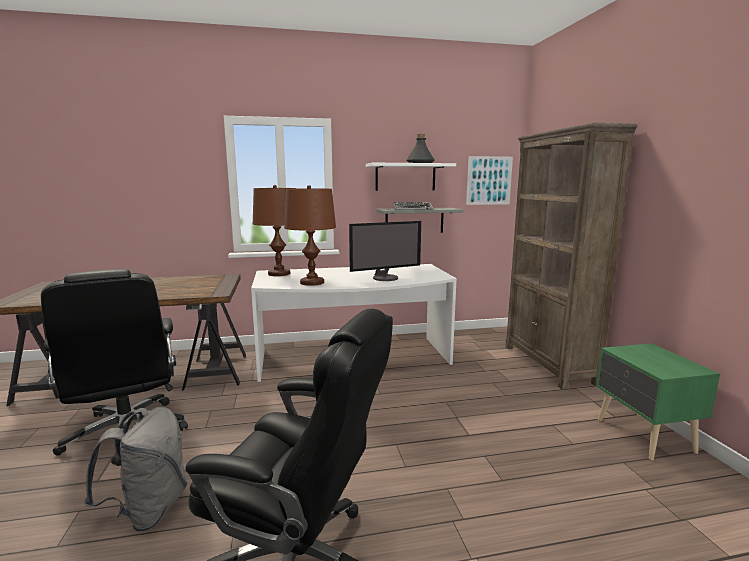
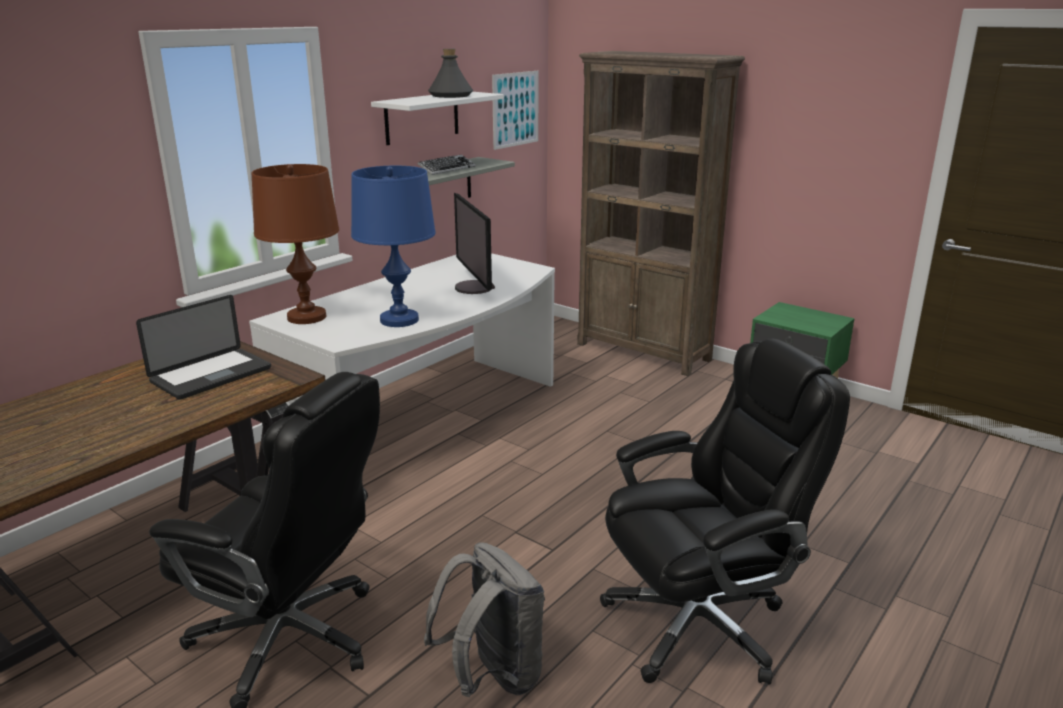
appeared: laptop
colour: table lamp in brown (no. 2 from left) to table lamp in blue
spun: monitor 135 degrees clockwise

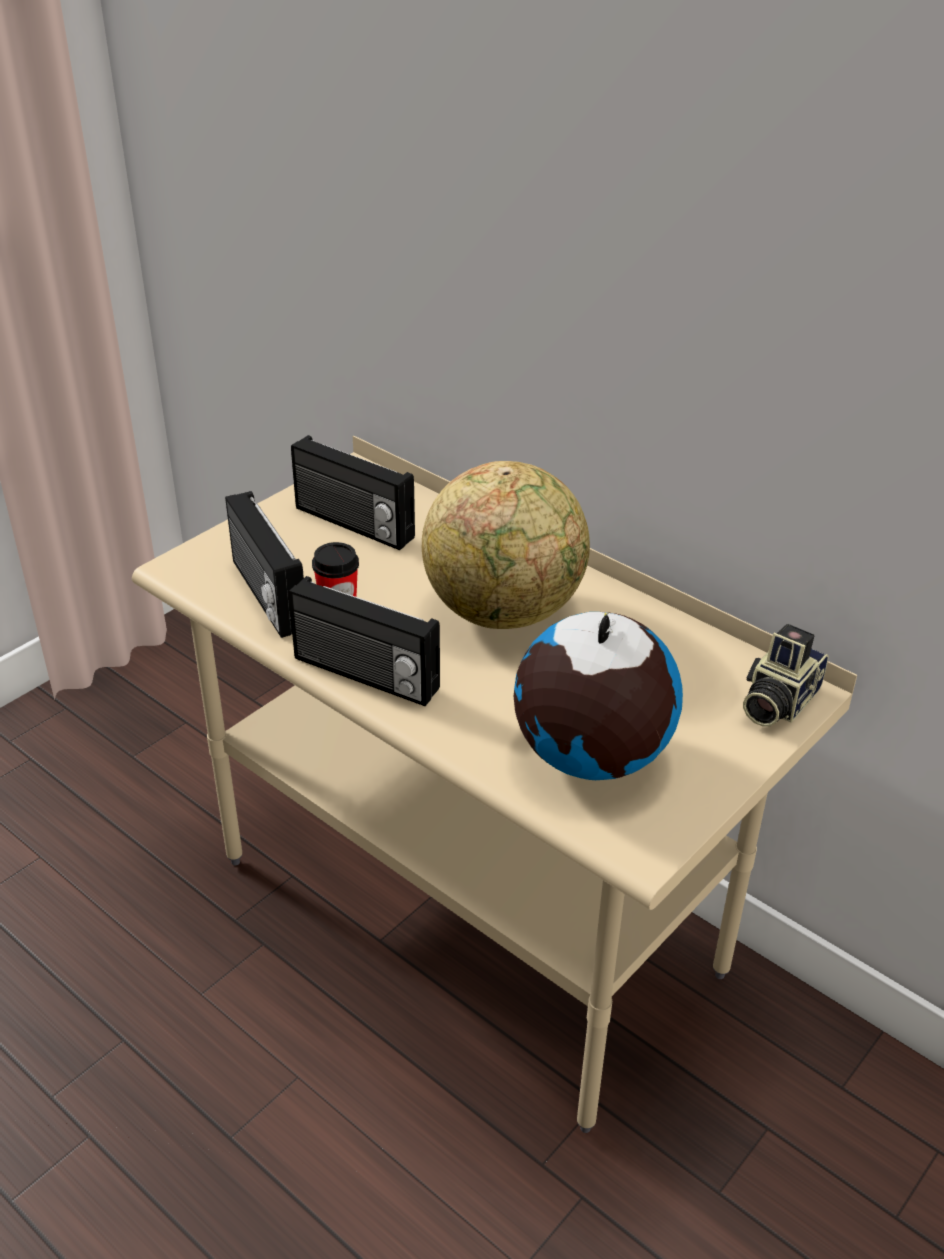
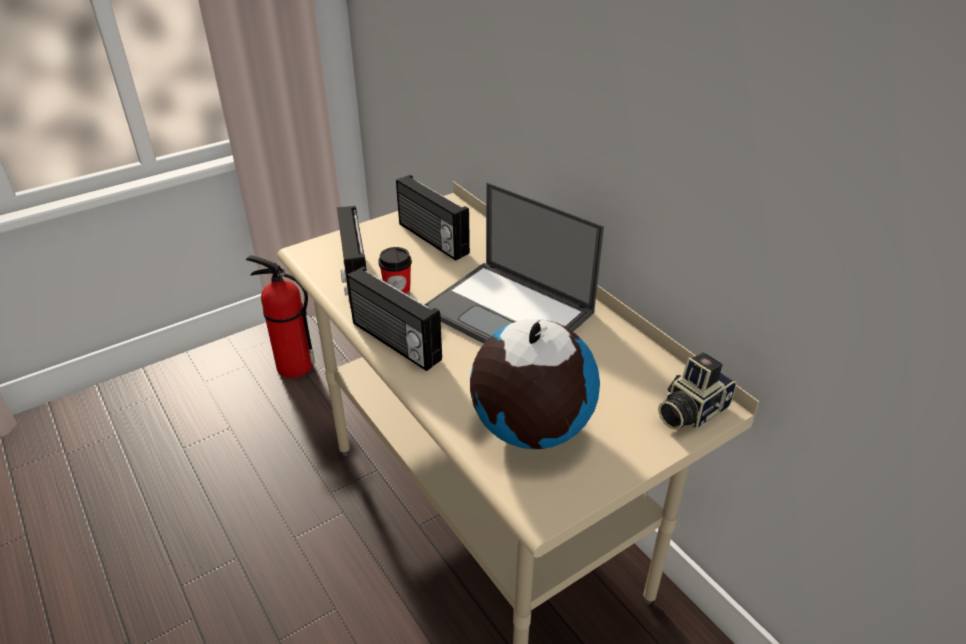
appeared: fire extinguisher
exchanged: globe (no. 1 from left) to laptop

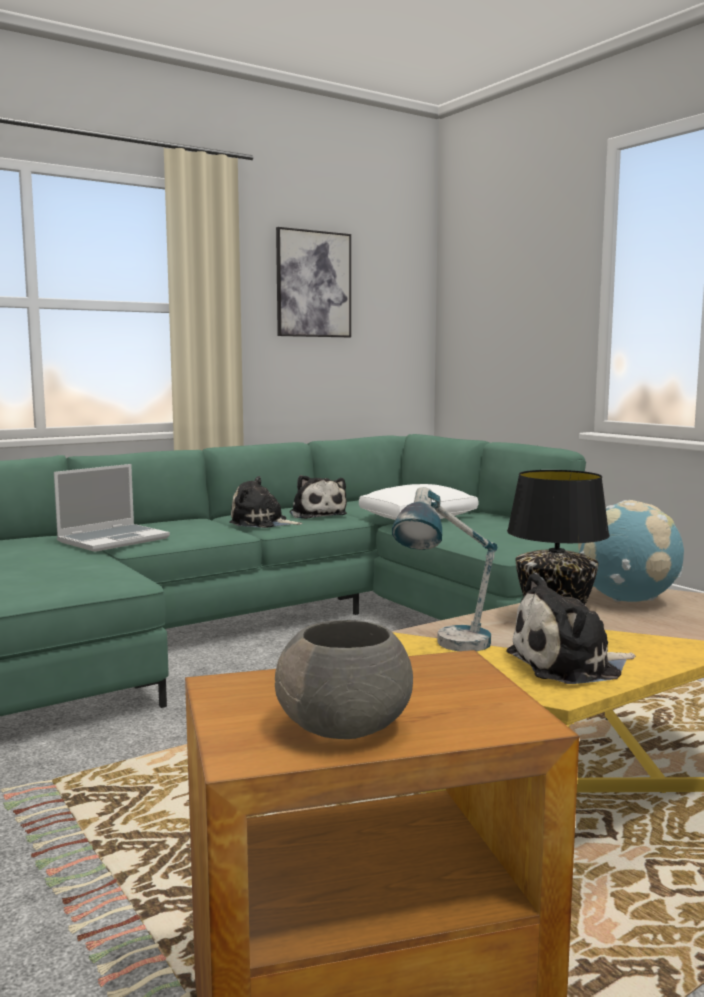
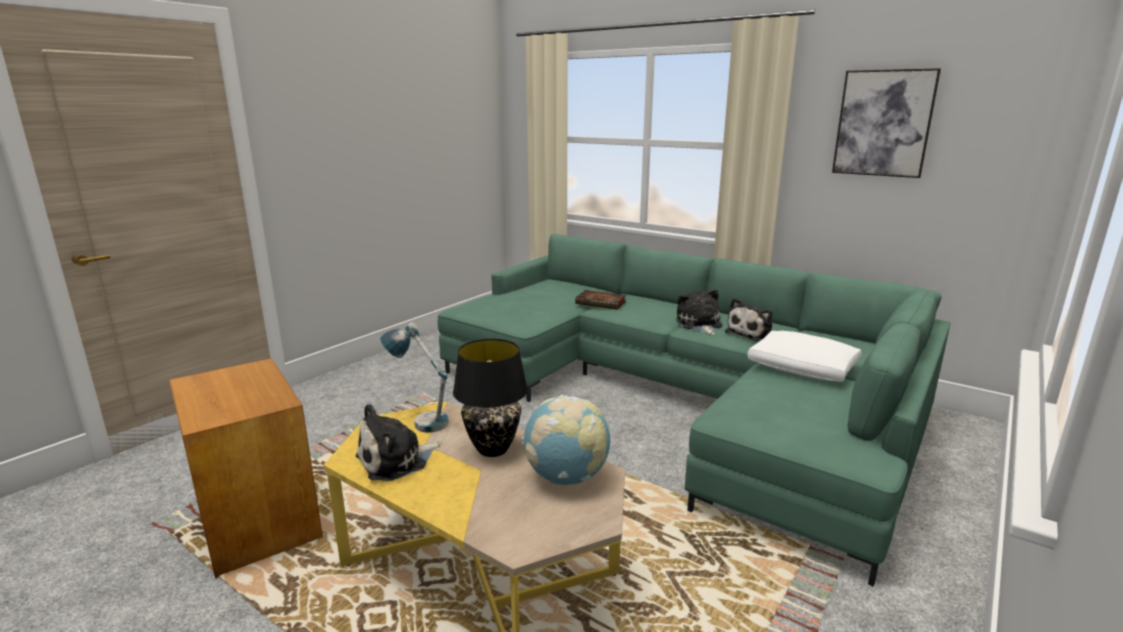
missing: bowl in grey
exchanged: laptop to book
spun: plush toy (no. 3 from left in the first image) 90 degrees counterclockwise

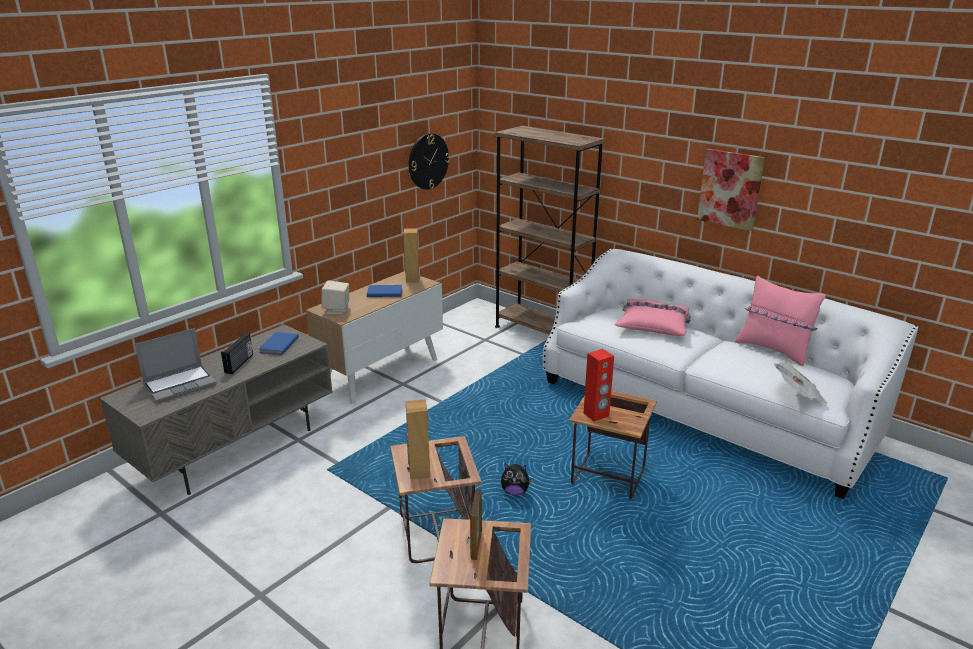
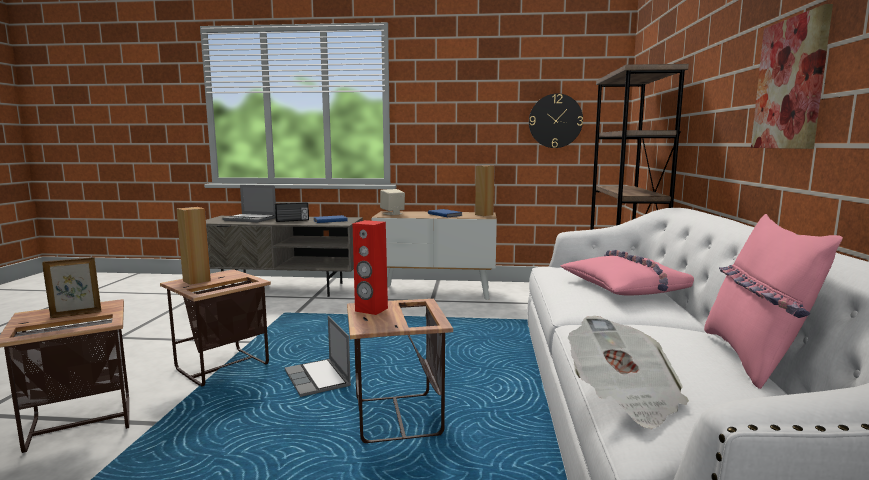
exchanged: plush toy to laptop (no. 2 from left)

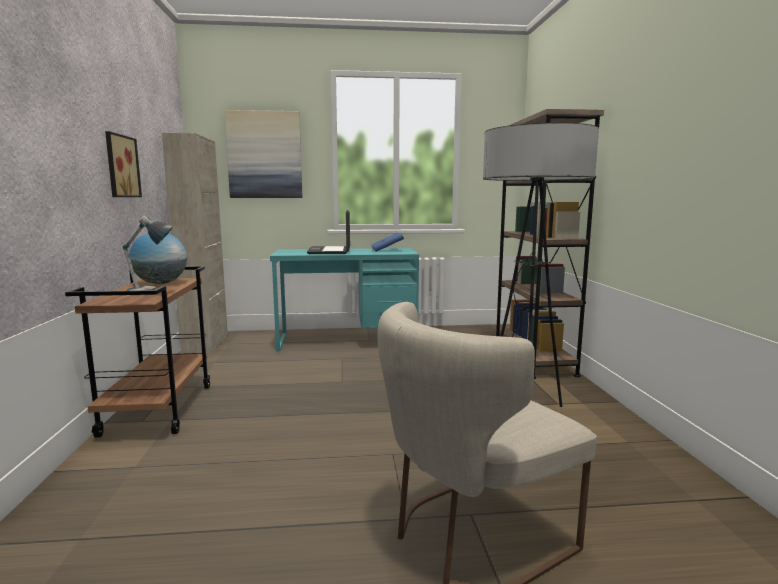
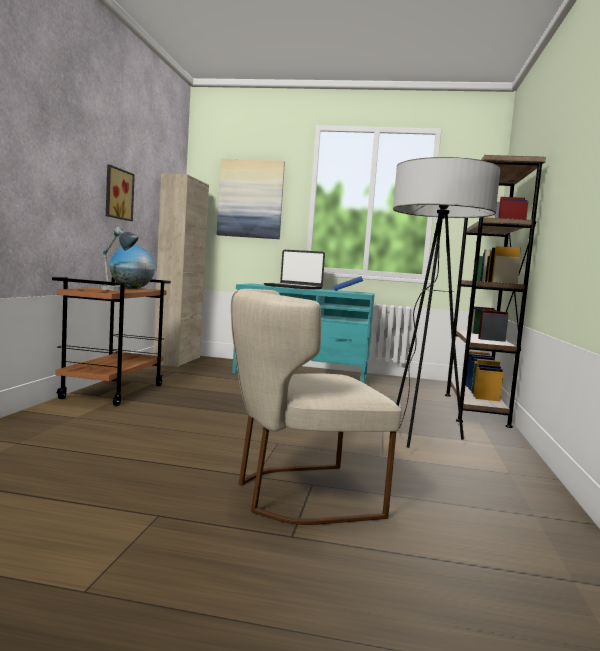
spun: laptop 75 degrees counterclockwise

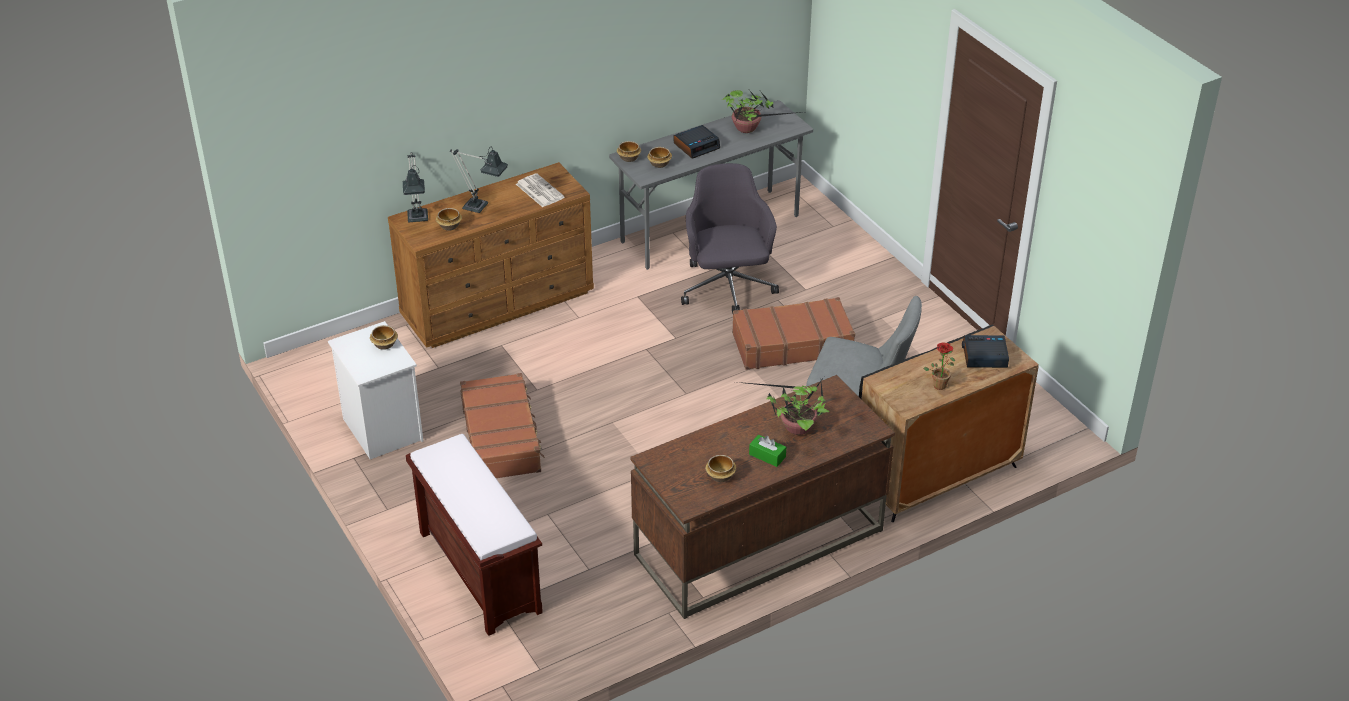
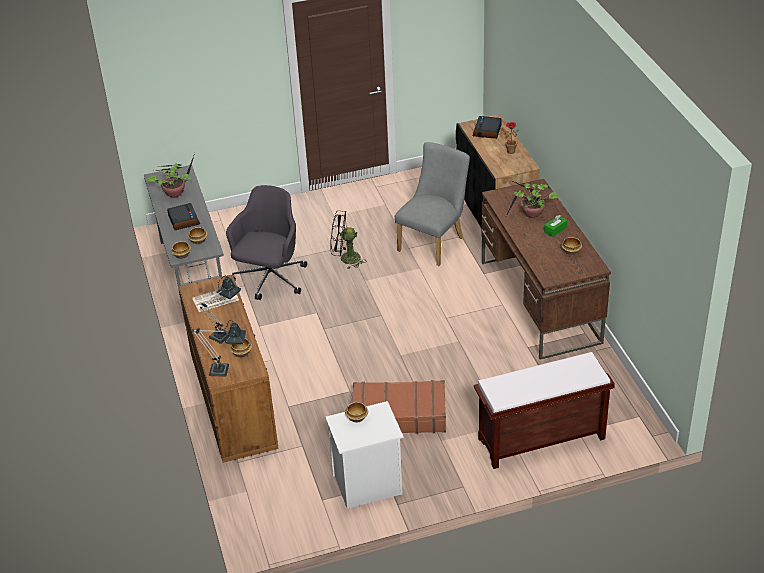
exchanged: suitcase in brown (no. 2 from left) to fan in black
spun: office chair in grey 105 degrees clockwise

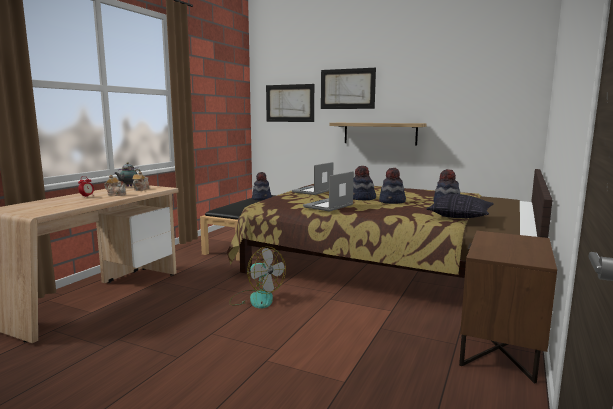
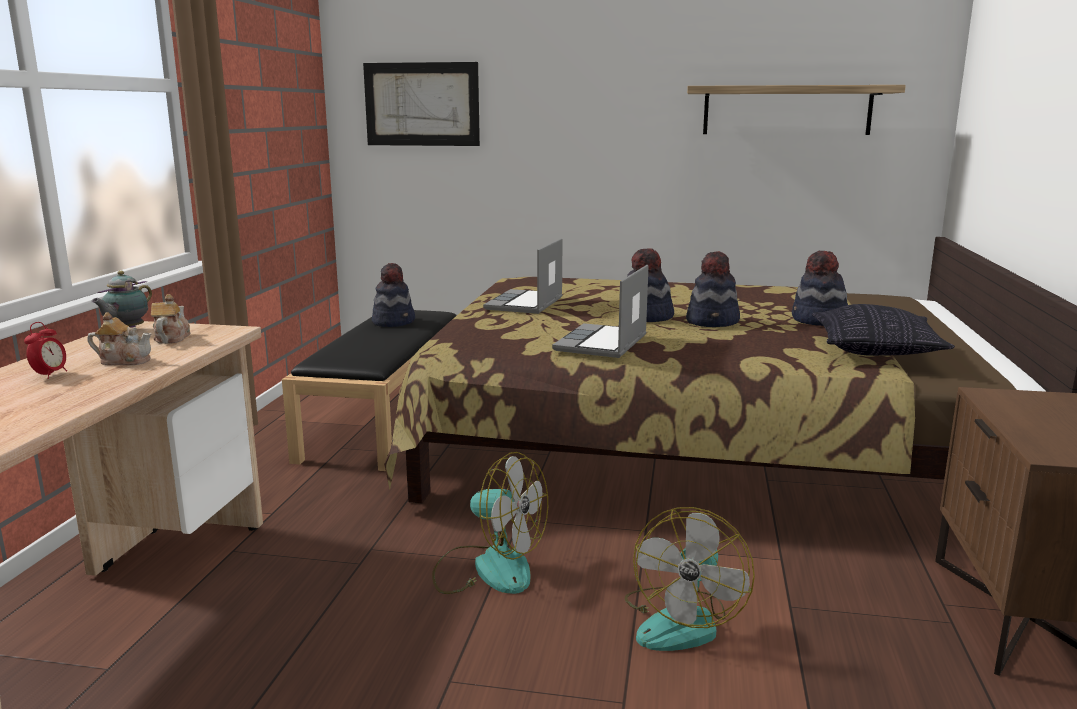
missing: picture (no. 2 from left)
appeared: fan (no. 2 from left)
relocated: shelf

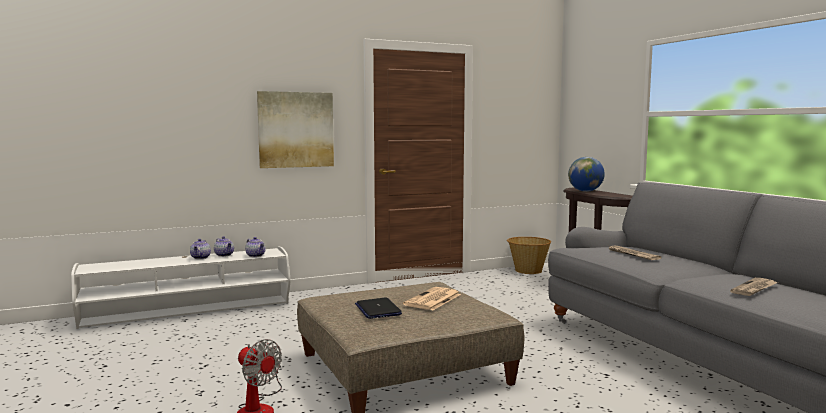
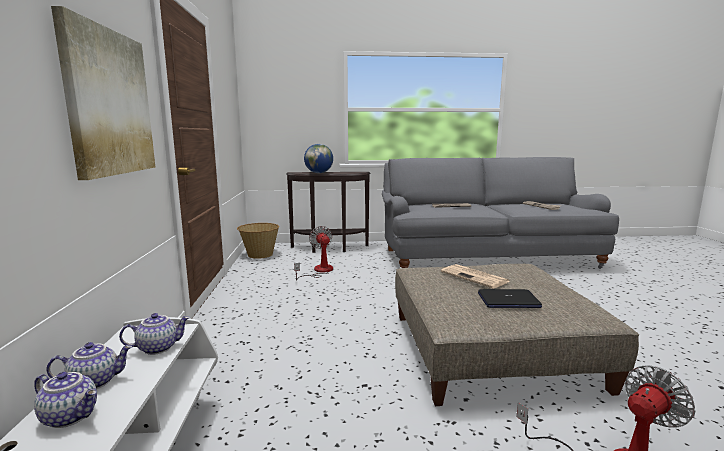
appeared: fan (no. 1 from left)

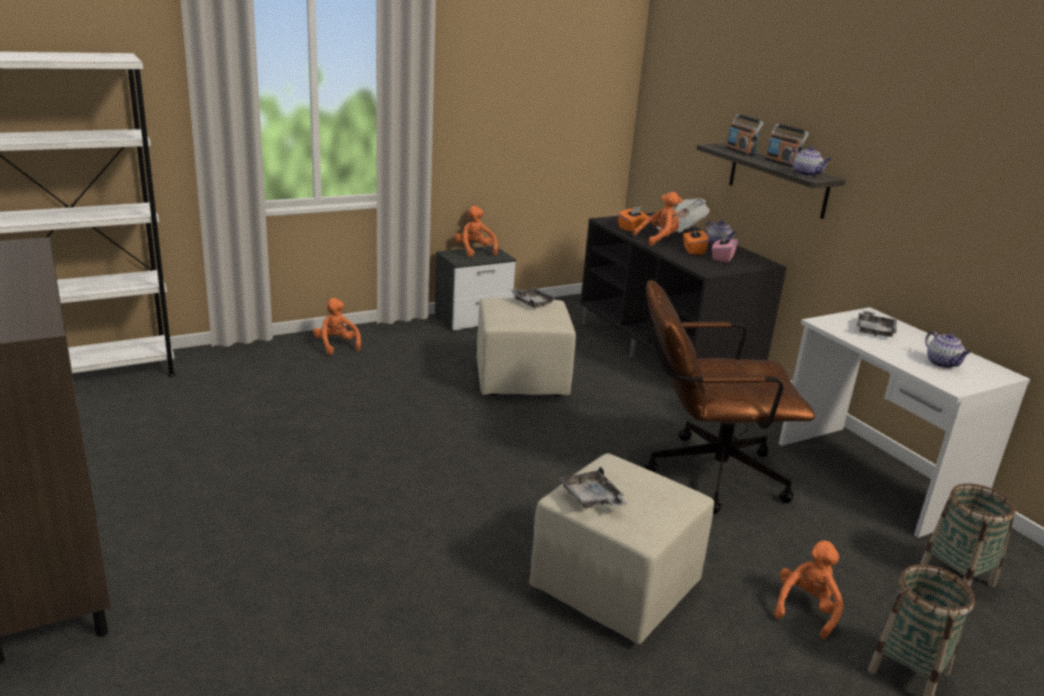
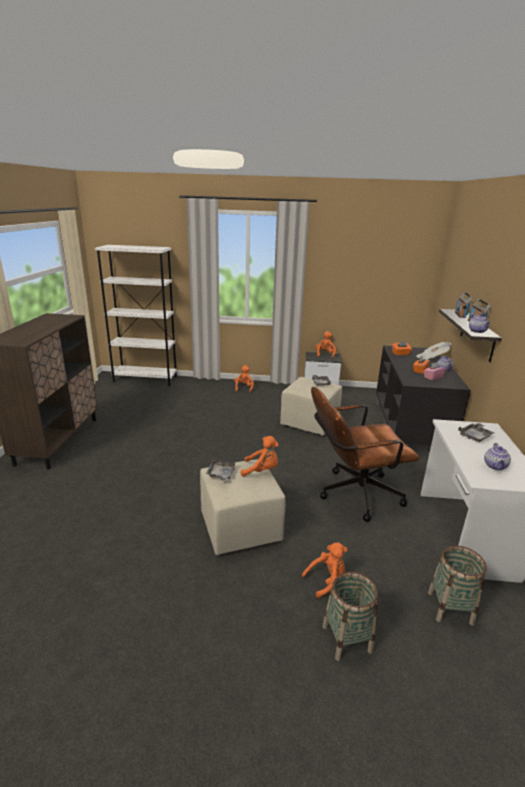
relocated: plush toy in orange (no. 3 from left in the first image) to plush toy in orange (no. 2 from left)
spun: office chair in brown 45 degrees counterclockwise

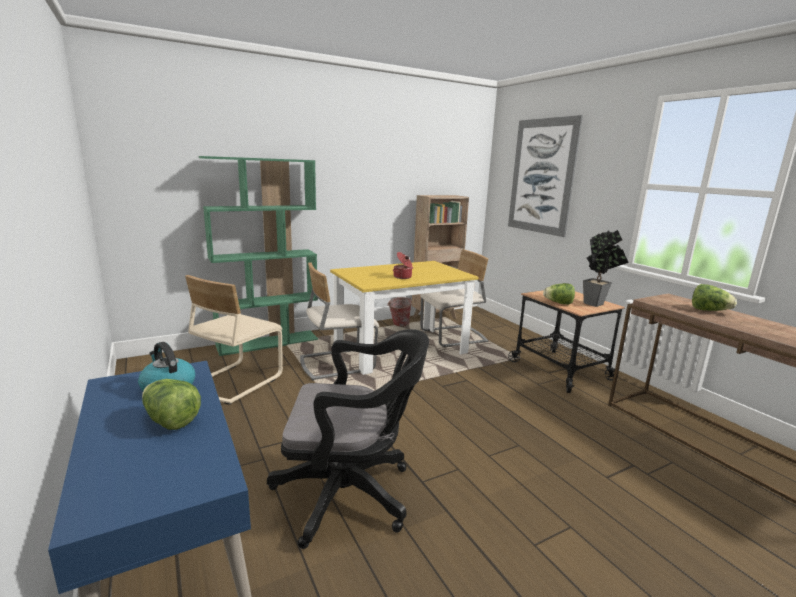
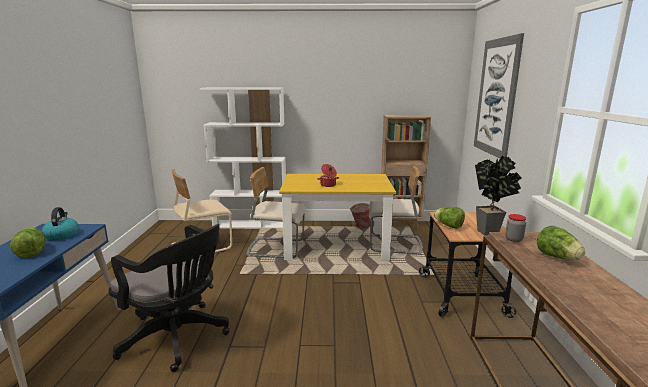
appeared: jar
colour: bookcase in green to bookcase in white

